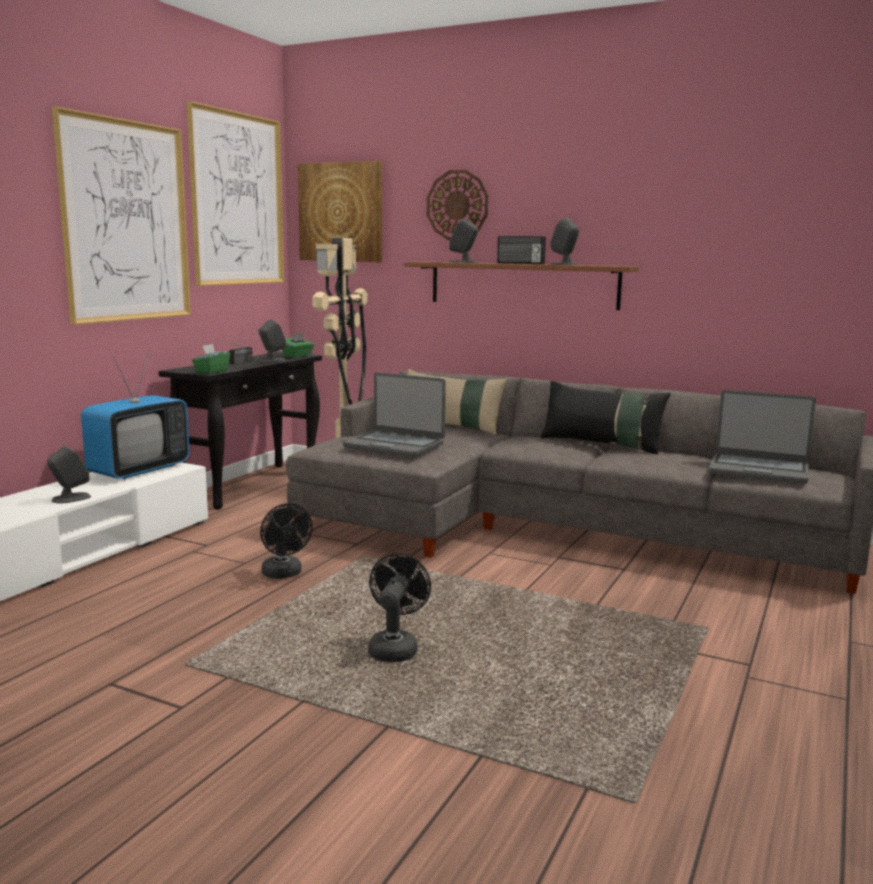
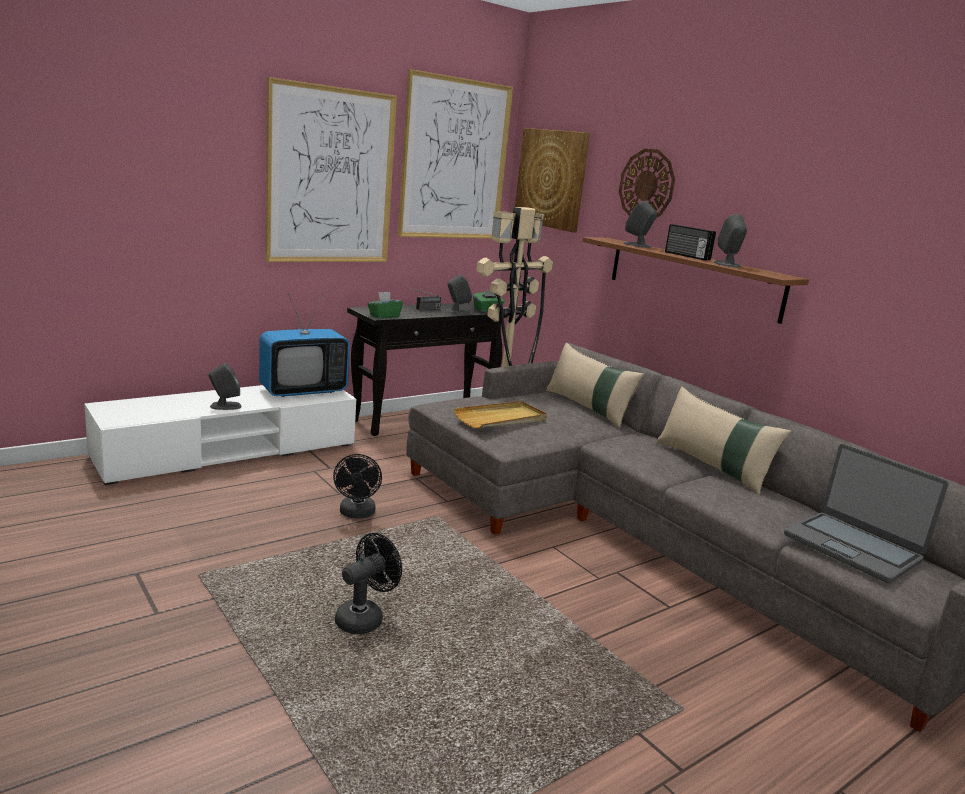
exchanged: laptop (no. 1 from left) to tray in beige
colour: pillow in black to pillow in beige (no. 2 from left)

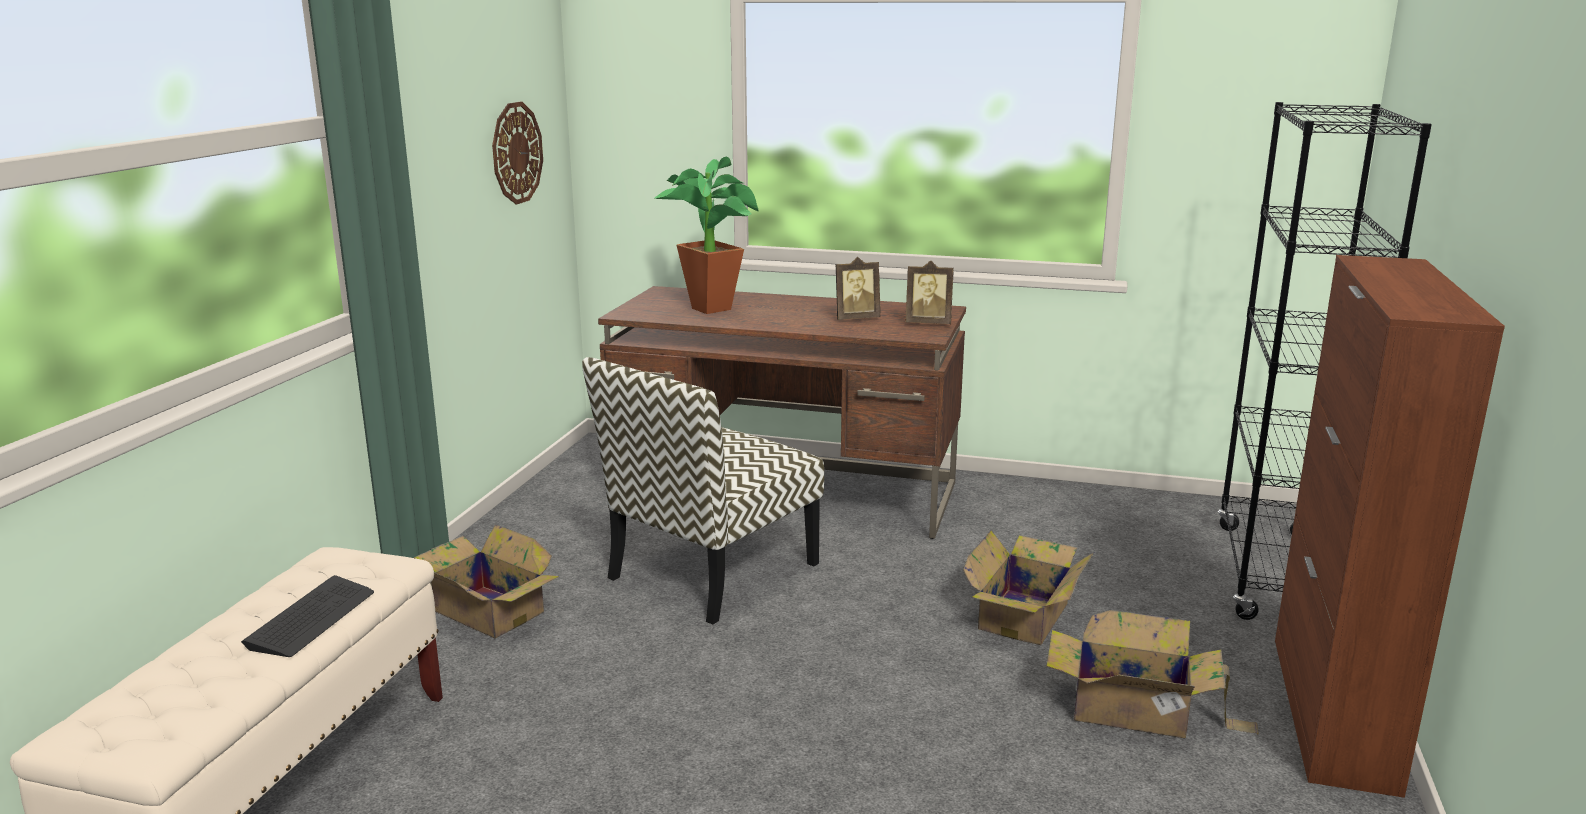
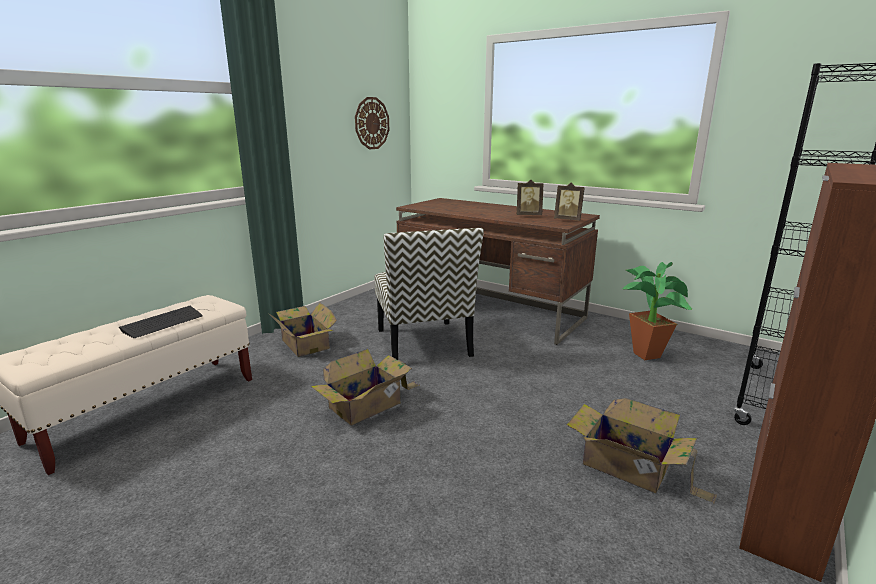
relocated: cardboard box (no. 2 from left); potted plant
spun: chair 75 degrees counterclockwise

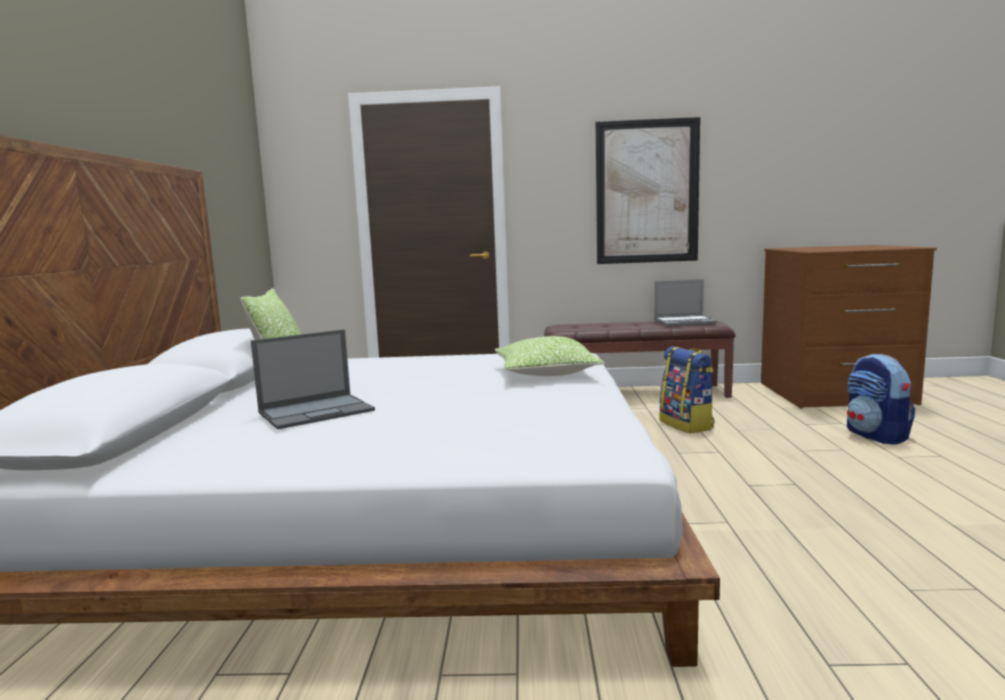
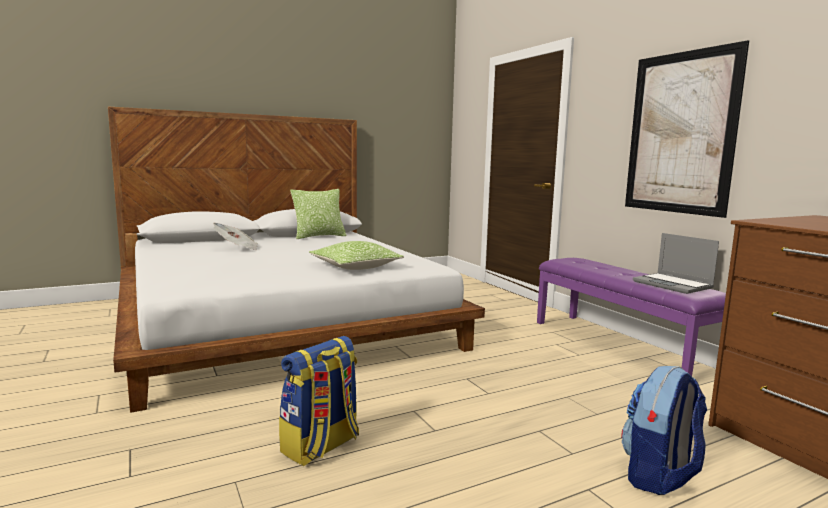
relocated: backpack (no. 1 from left)
exchanged: laptop (no. 1 from left) to newspaper
colour: bench in brown to bench in purple

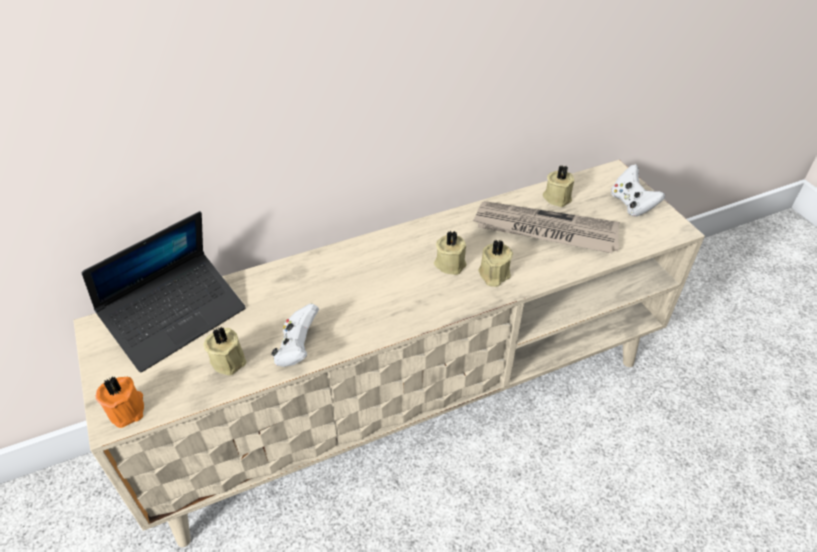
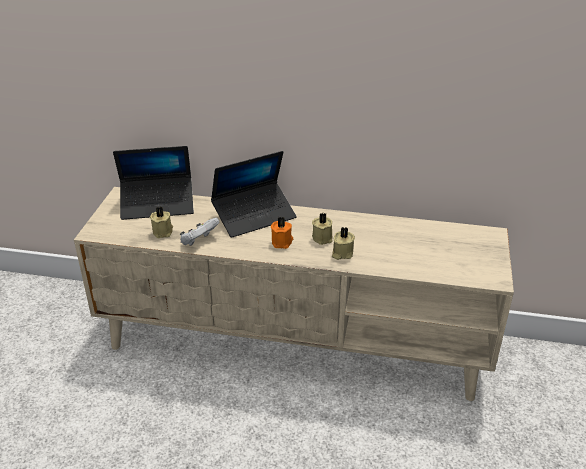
missing: newspaper; candle in beige (no. 4 from left); game controller in white (no. 2 from left)
appeared: laptop (no. 2 from left)
relocated: candle in orange

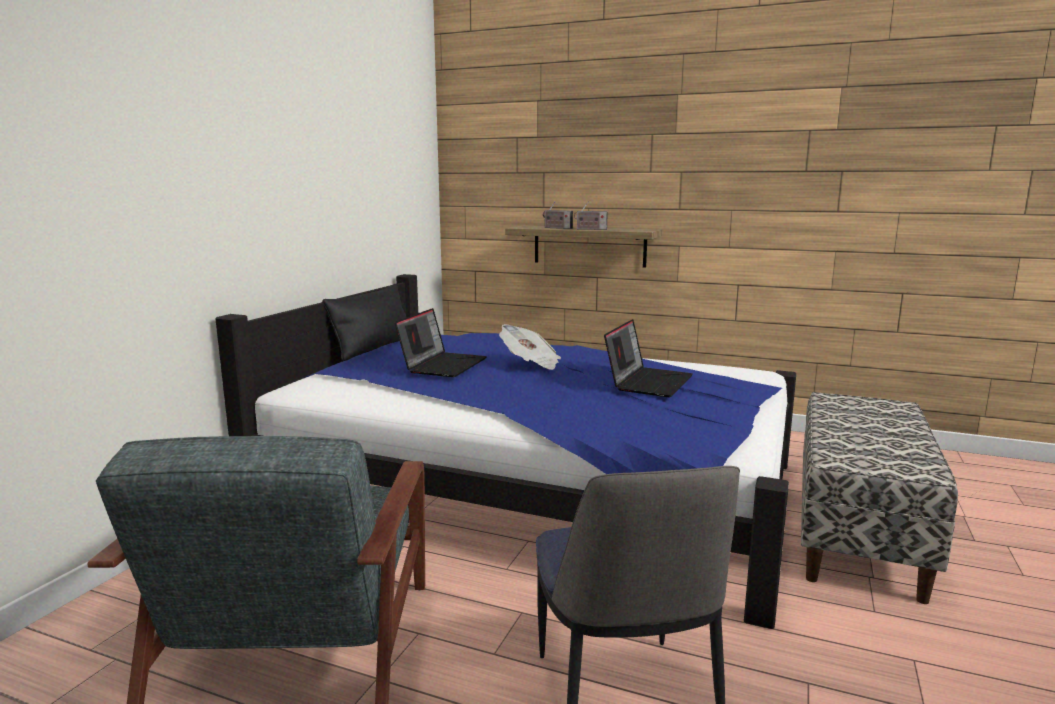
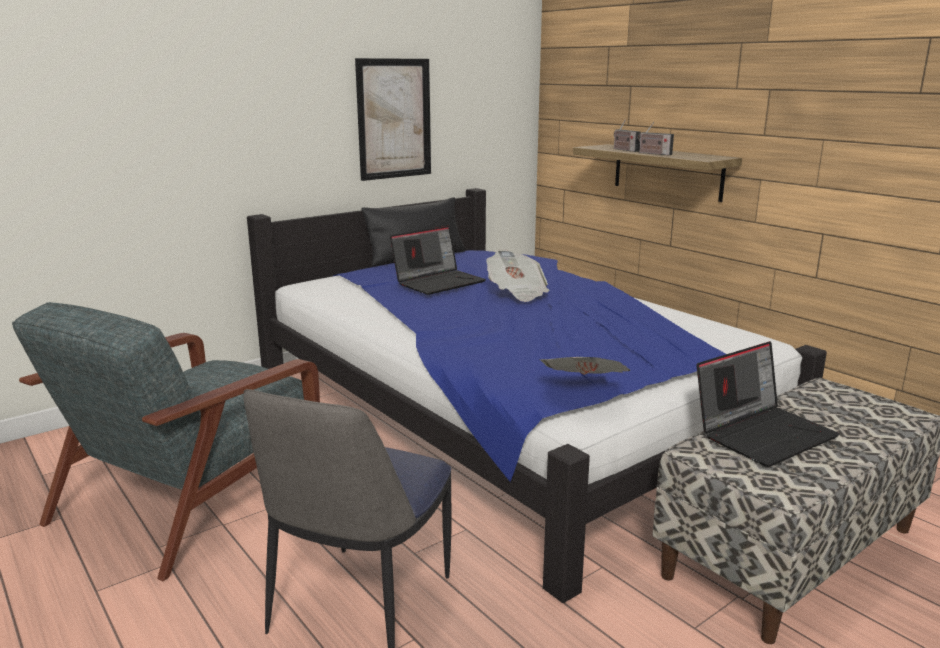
appeared: picture; newspaper (no. 2 from left)
relocated: laptop (no. 2 from left)

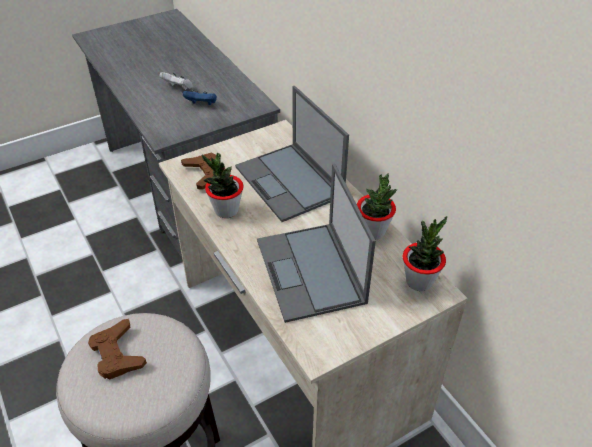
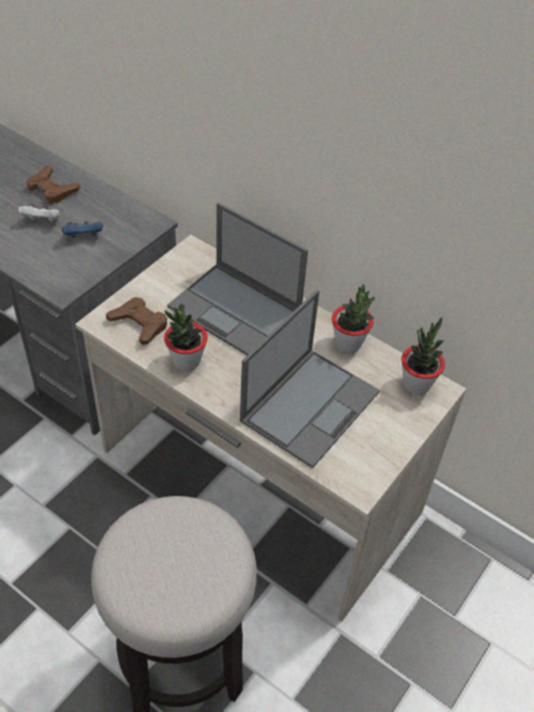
relocated: game controller in brown (no. 1 from left)
spun: laptop (no. 2 from left) 105 degrees counterclockwise

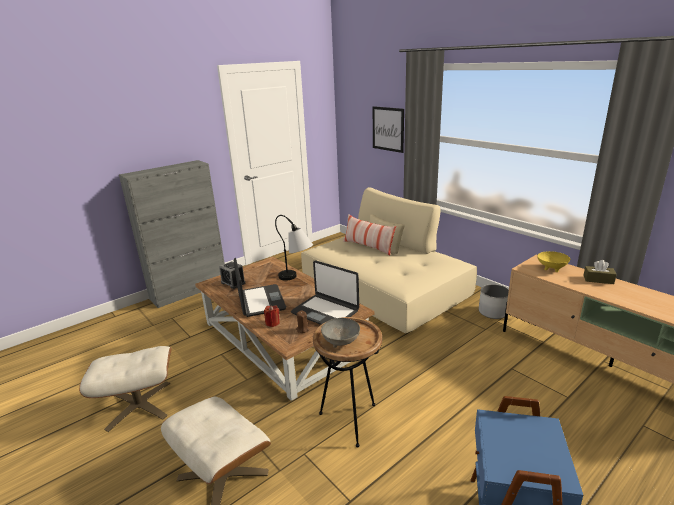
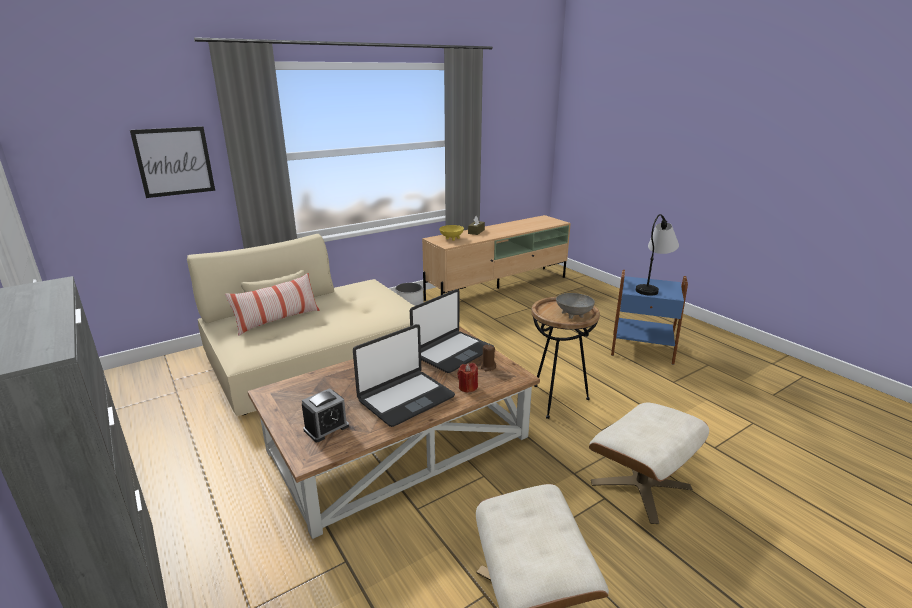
relocated: table lamp
spun: laptop (no. 1 from left) 150 degrees clockwise

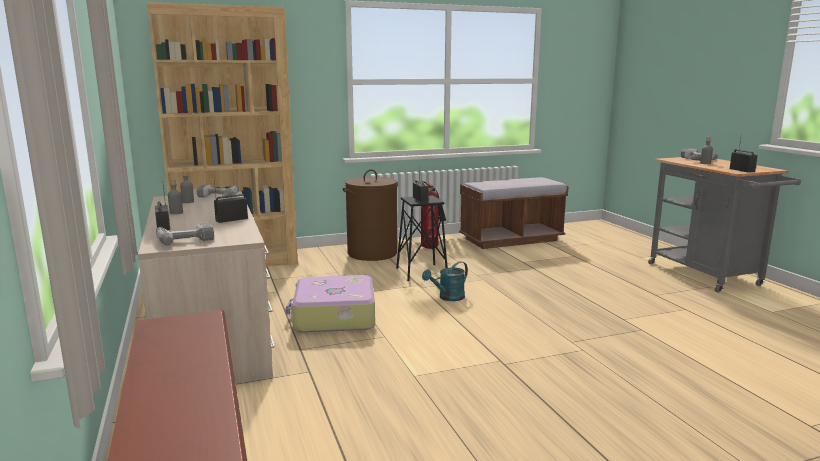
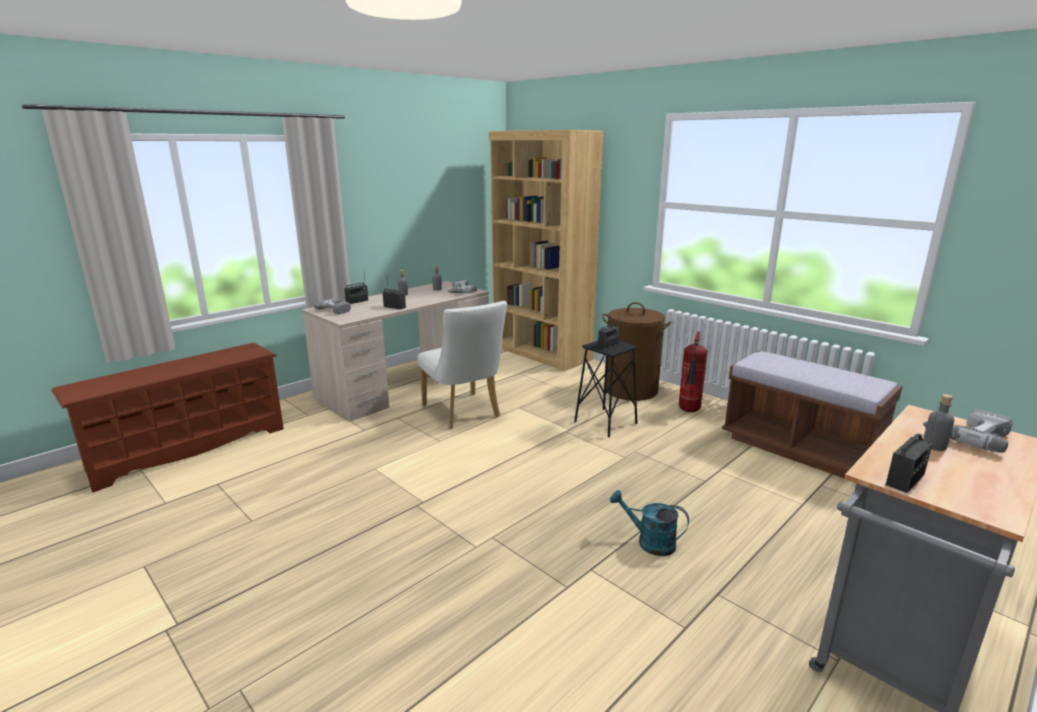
relocated: watering can in turquoise
exchanged: suitcase to chair in white

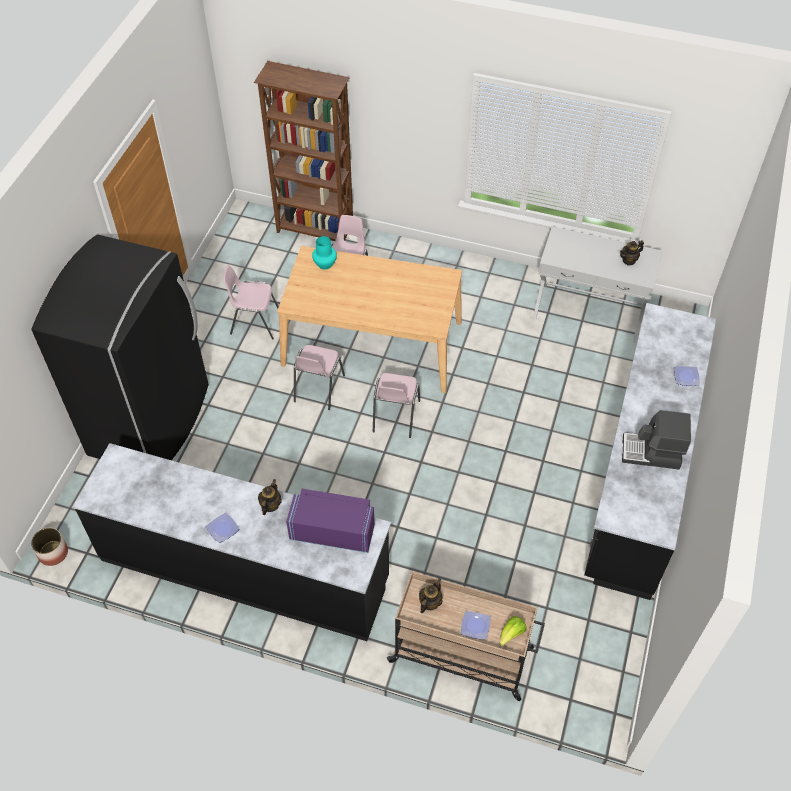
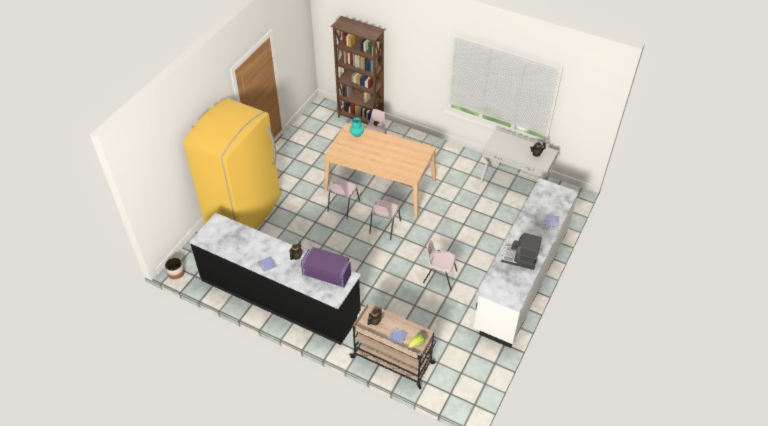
relocated: chair in pink (no. 1 from left in the first image) to chair in pink (no. 4 from left)
colour: fridge in black to fridge in yellow; counter in black (no. 2 from left) to counter in white

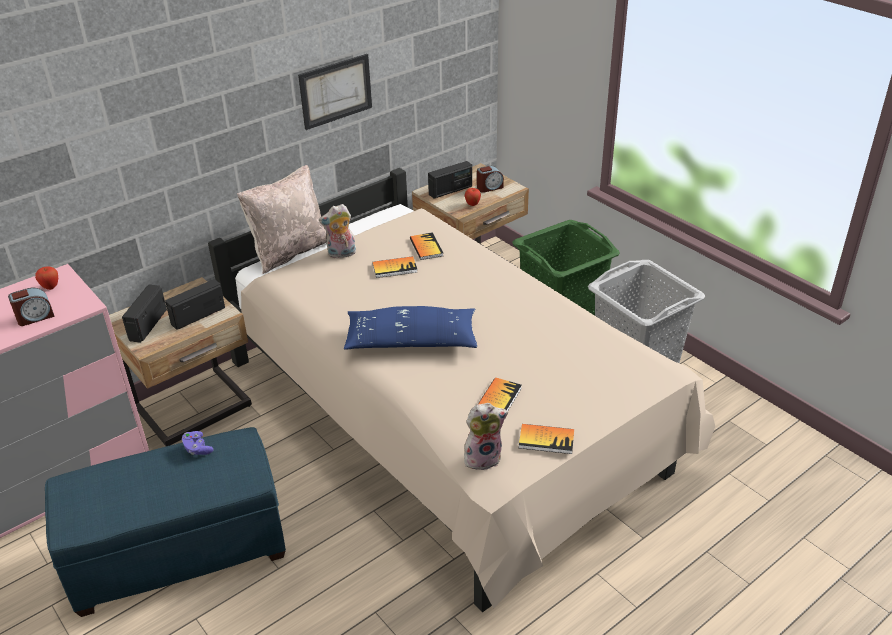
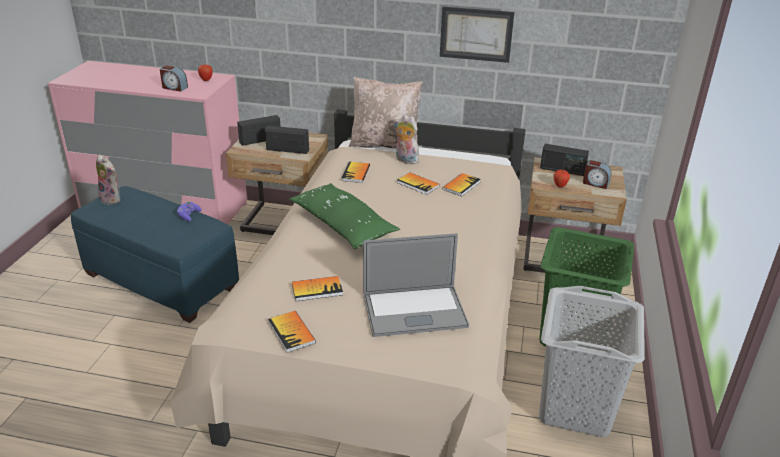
appeared: book (no. 3 from left); laptop
relocated: plush toy (no. 2 from left in the first image) to plush toy (no. 1 from left)
colour: pillow in blue to pillow in green

